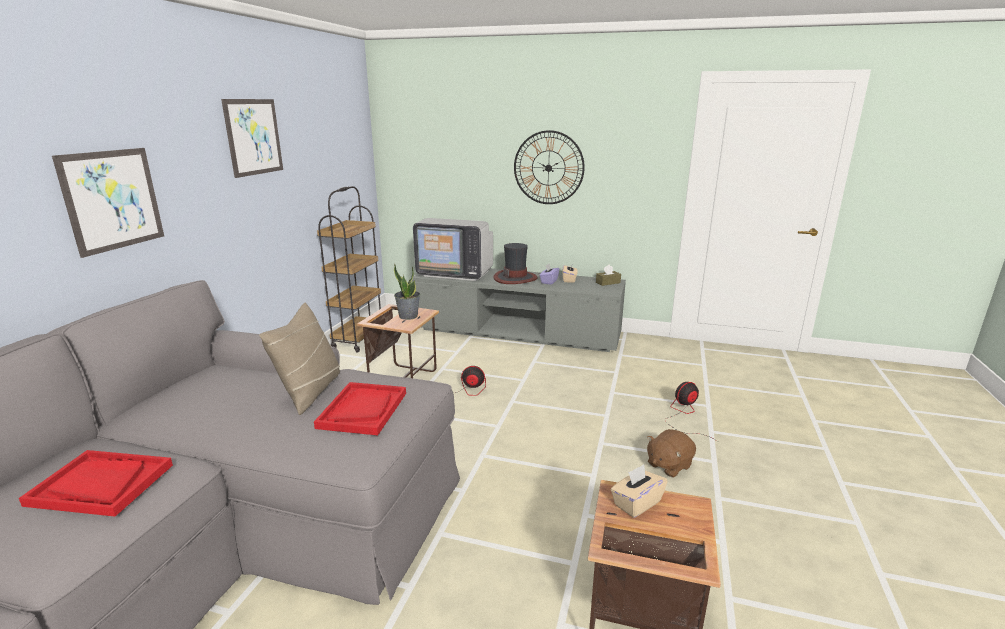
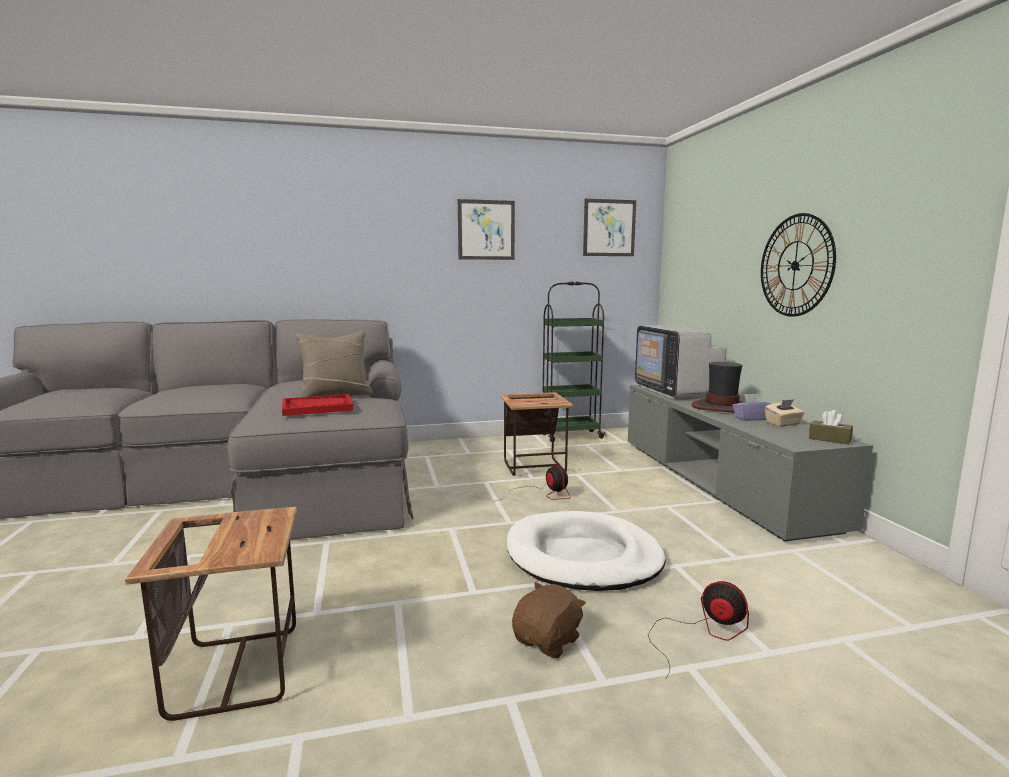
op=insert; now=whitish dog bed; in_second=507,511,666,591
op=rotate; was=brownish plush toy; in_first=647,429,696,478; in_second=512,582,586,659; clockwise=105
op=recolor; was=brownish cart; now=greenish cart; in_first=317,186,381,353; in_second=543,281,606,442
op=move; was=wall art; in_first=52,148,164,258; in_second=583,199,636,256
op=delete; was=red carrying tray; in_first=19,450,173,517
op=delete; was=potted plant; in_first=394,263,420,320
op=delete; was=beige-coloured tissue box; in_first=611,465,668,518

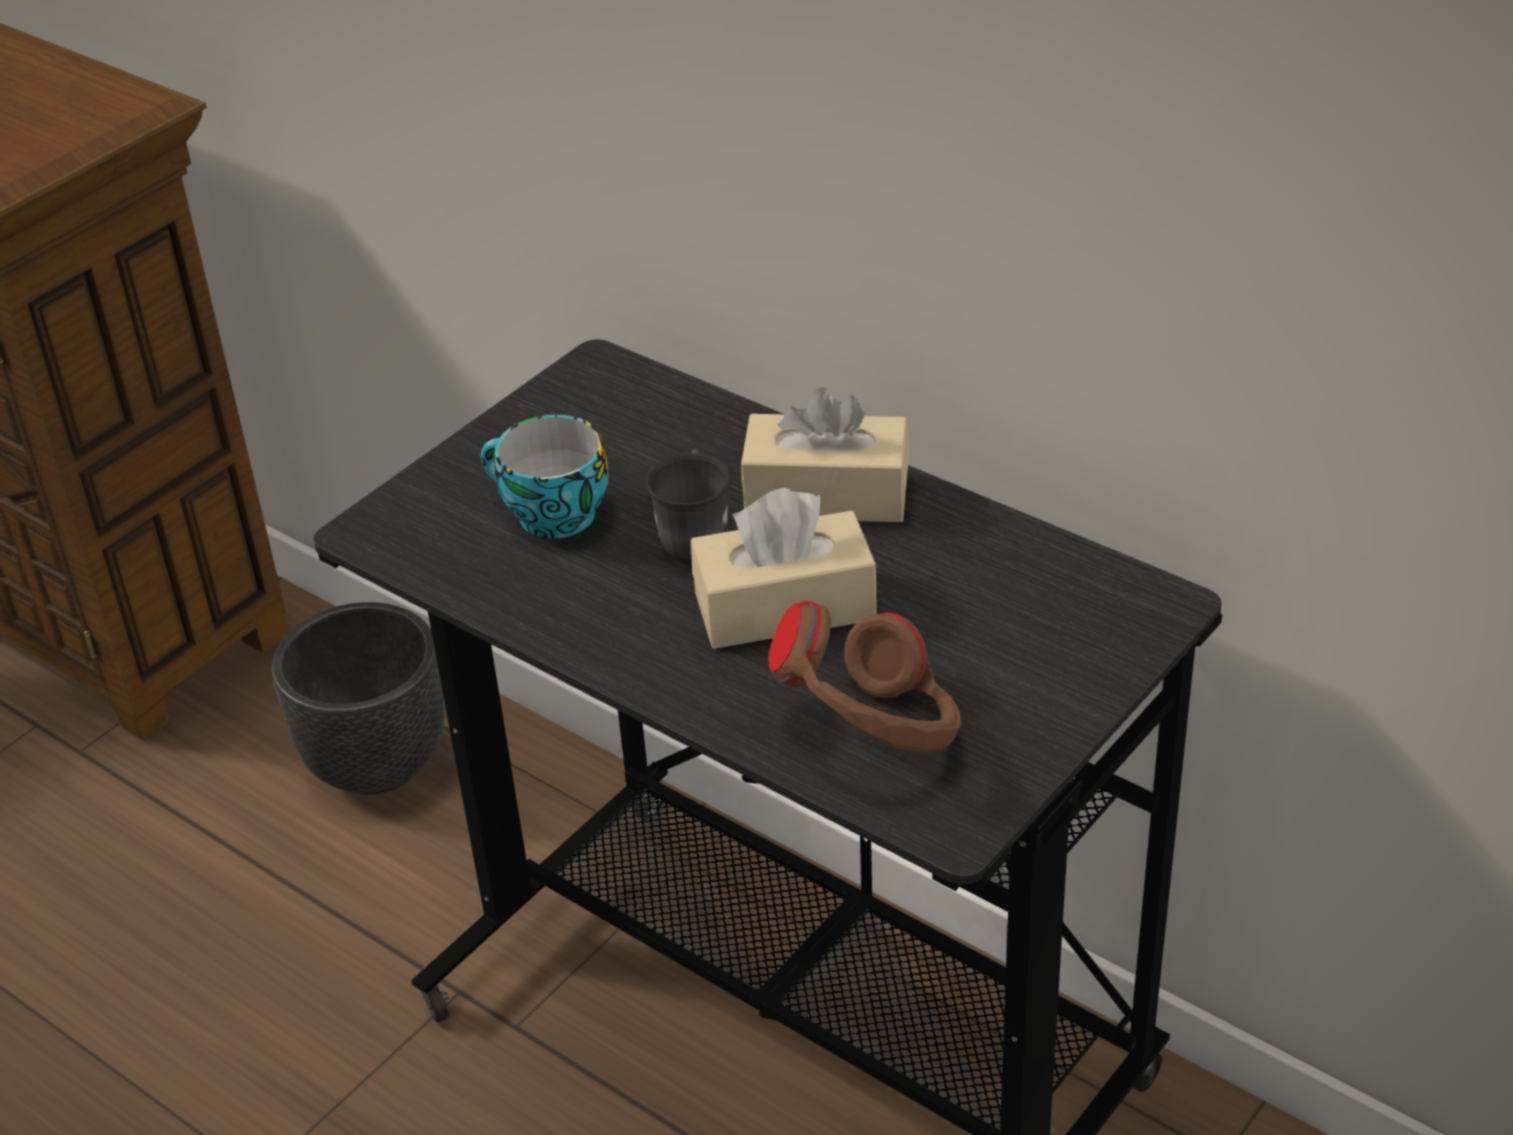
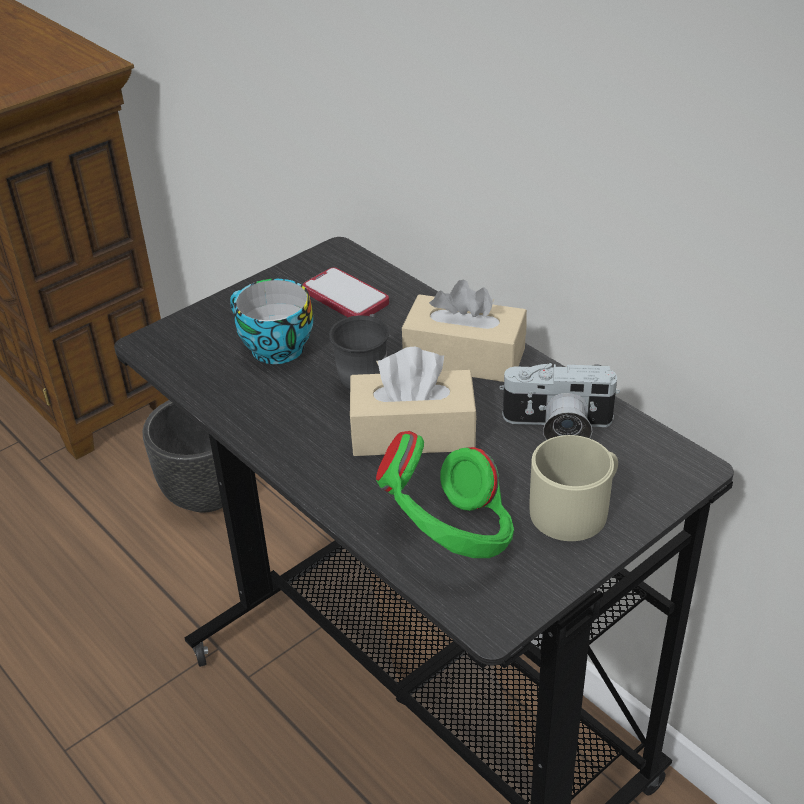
op=insert; now=telephone; in_second=303,267,389,317
op=recolor; was=brownish headphones; now=greenish headphones; in_first=768,600,962,753; in_second=376,431,514,558
op=insert; now=photo camera; in_second=499,363,620,440
op=insert; now=beige-coloured mug; in_second=529,435,618,541

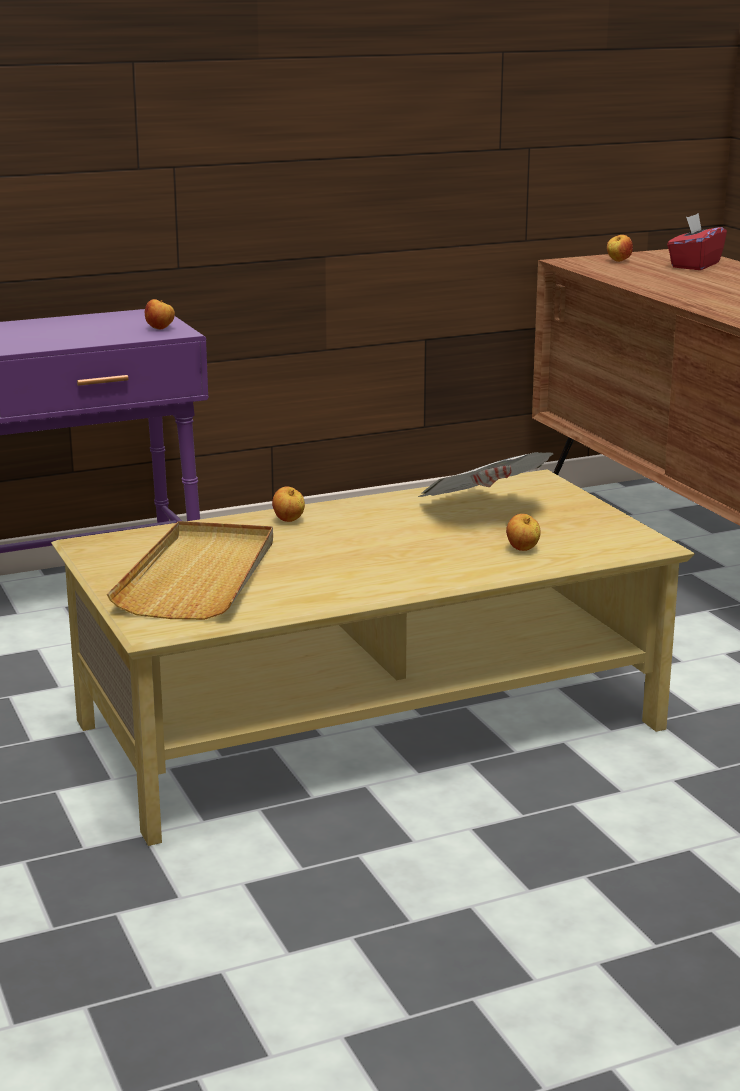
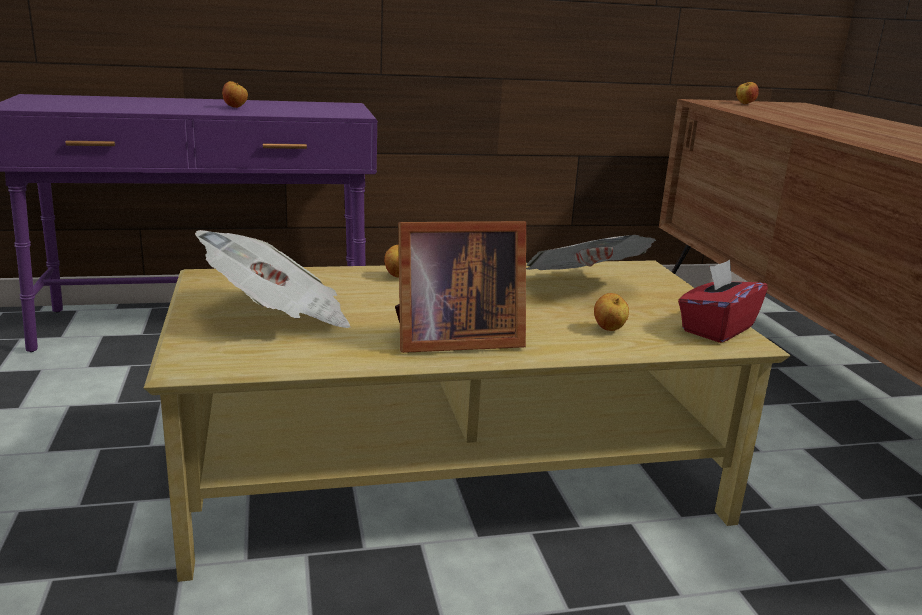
op=replace; was=beige-coloured carrying tray; now=printed paper; in_first=107,521,273,620; in_second=195,230,351,328
op=move; was=apple fruit; in_first=145,299,175,330; in_second=222,81,248,108
op=insert; now=standing frame; in_second=395,221,526,353
op=move; was=red tissue box; in_first=667,213,727,270; in_second=678,260,768,343

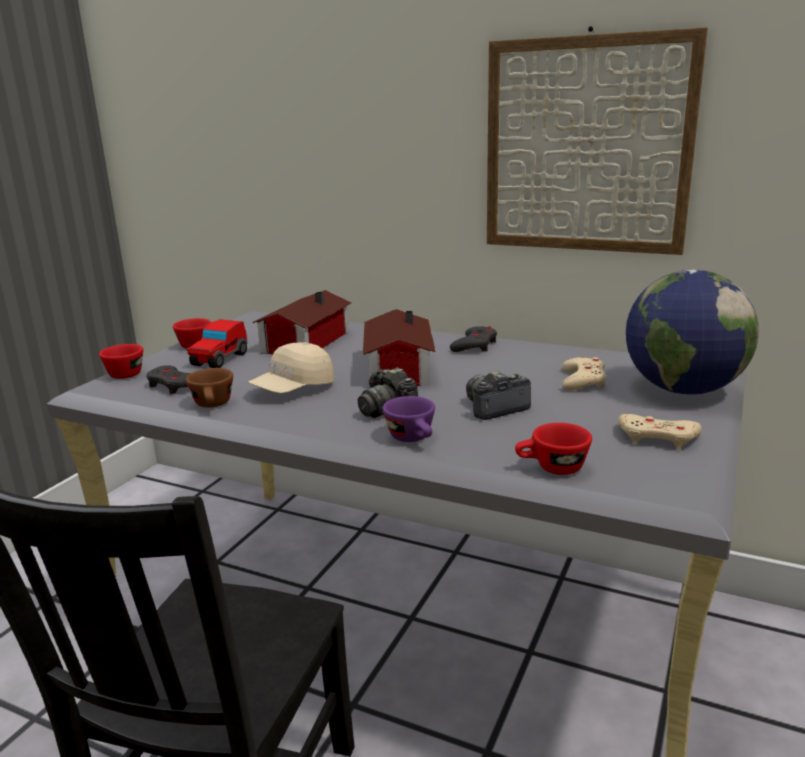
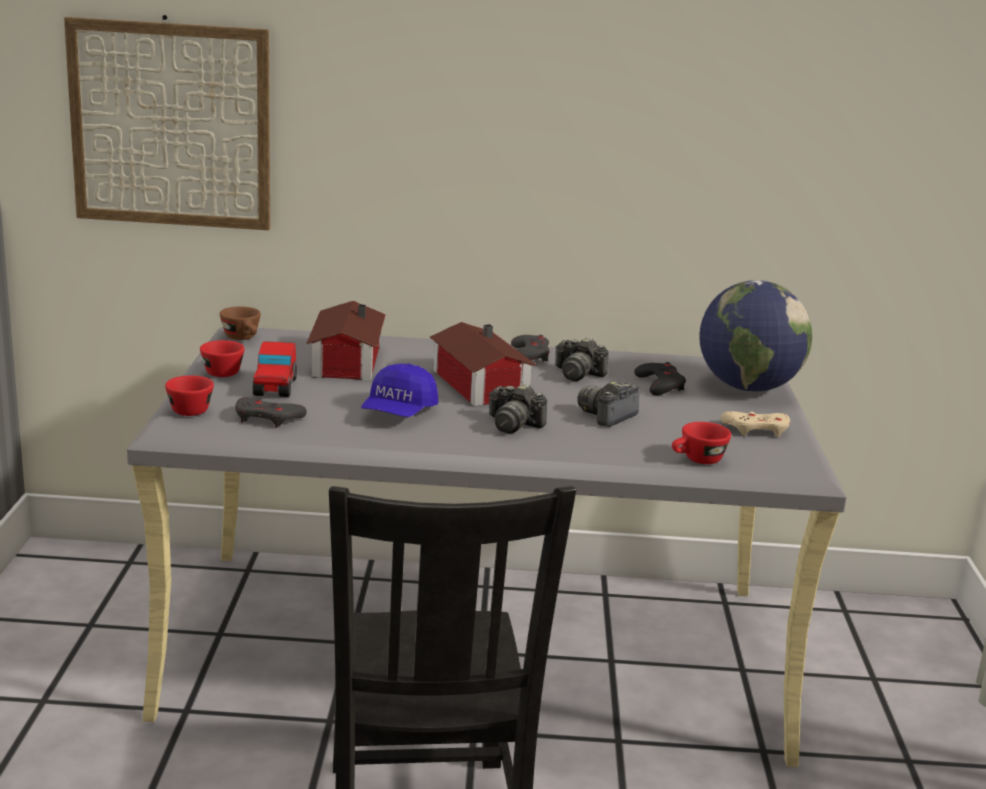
op=move; was=wall art; in_first=487,26,708,255; in_second=64,15,270,230
op=move; was=brownish small cup; in_first=186,368,233,408; in_second=220,306,261,340
op=recolor; was=beige-coloured baseball cap; now=blue baseball cap; in_first=248,342,334,393; in_second=361,363,438,417
op=insert; now=photo camera; in_second=555,337,608,381
op=recolor; was=beige-coloured joypad; now=black joypad; in_first=562,357,607,391; in_second=634,362,686,395
op=delete; was=purplish small cup; in_first=383,396,435,442

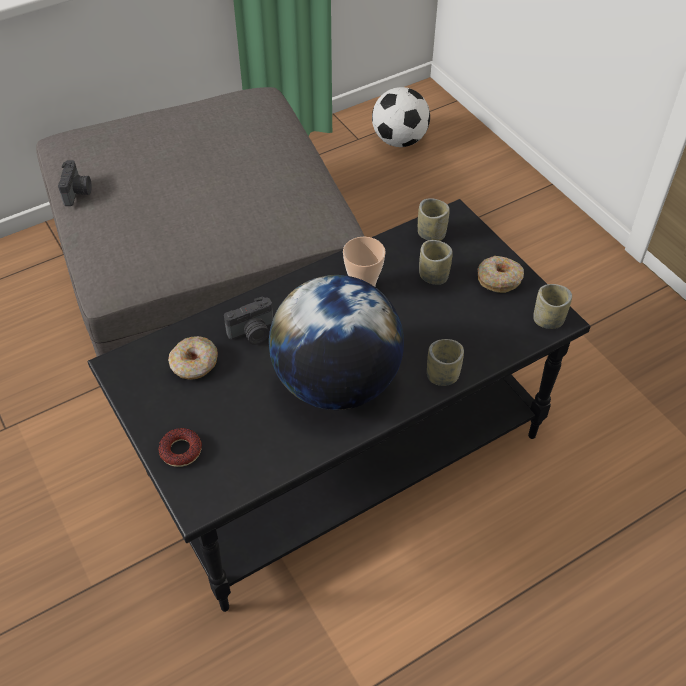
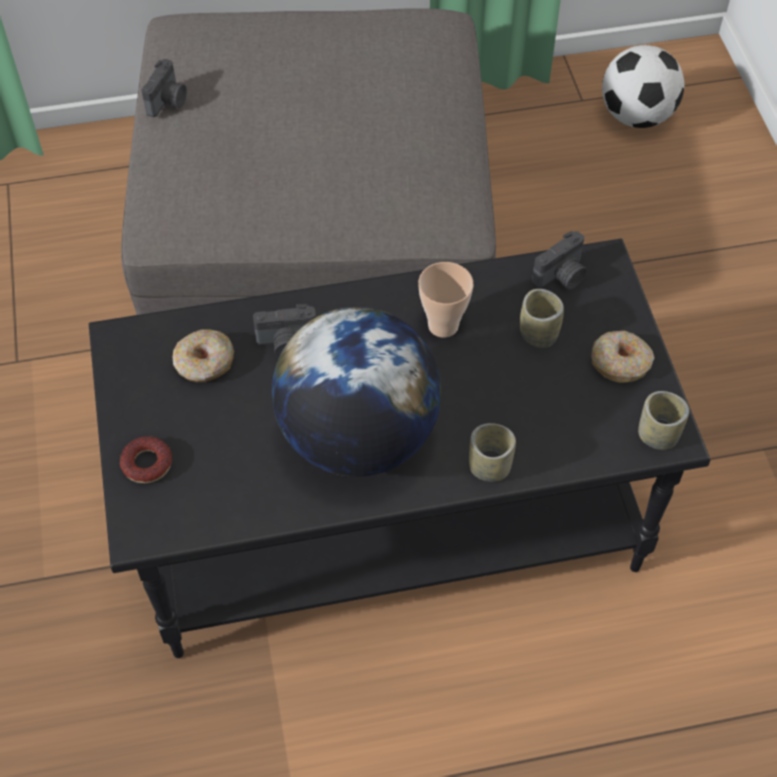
op=replace; was=small cup; now=photo camera; in_first=418,198,450,241; in_second=532,231,587,290

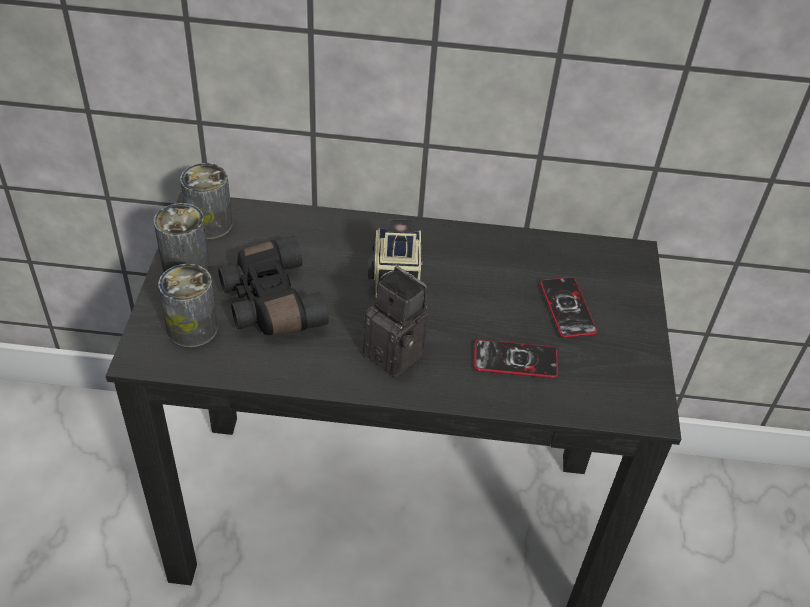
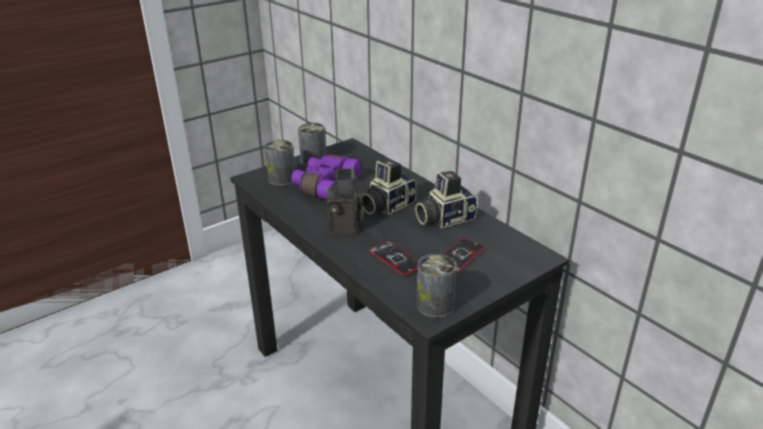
op=recolor; was=black pair of binoculars; now=purplish pair of binoculars; in_first=218,236,329,335; in_second=291,155,361,200
op=insert; now=photo camera; in_second=415,171,477,228
op=move; was=can; in_first=180,163,233,239; in_second=417,254,457,318

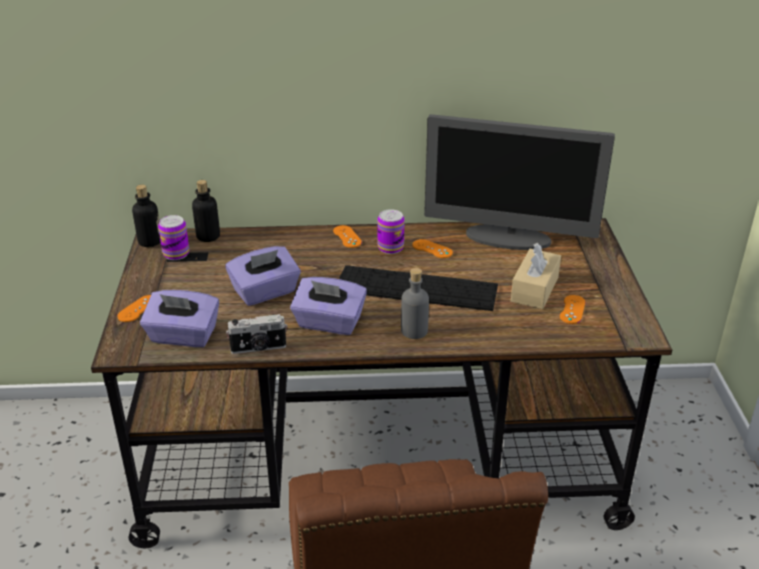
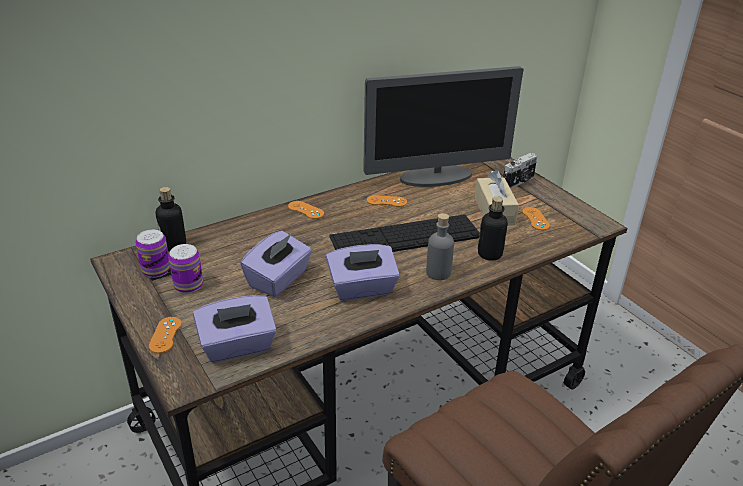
op=move; was=can; in_first=378,209,405,254; in_second=168,244,203,293
op=move; was=bottle; in_first=132,185,161,247; in_second=478,197,508,261
op=move; was=photo camera; in_first=226,314,287,354; in_second=503,153,537,189

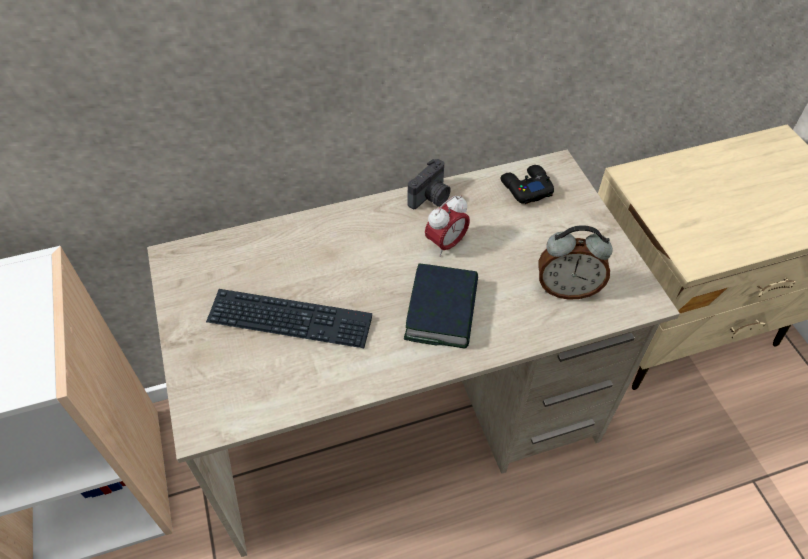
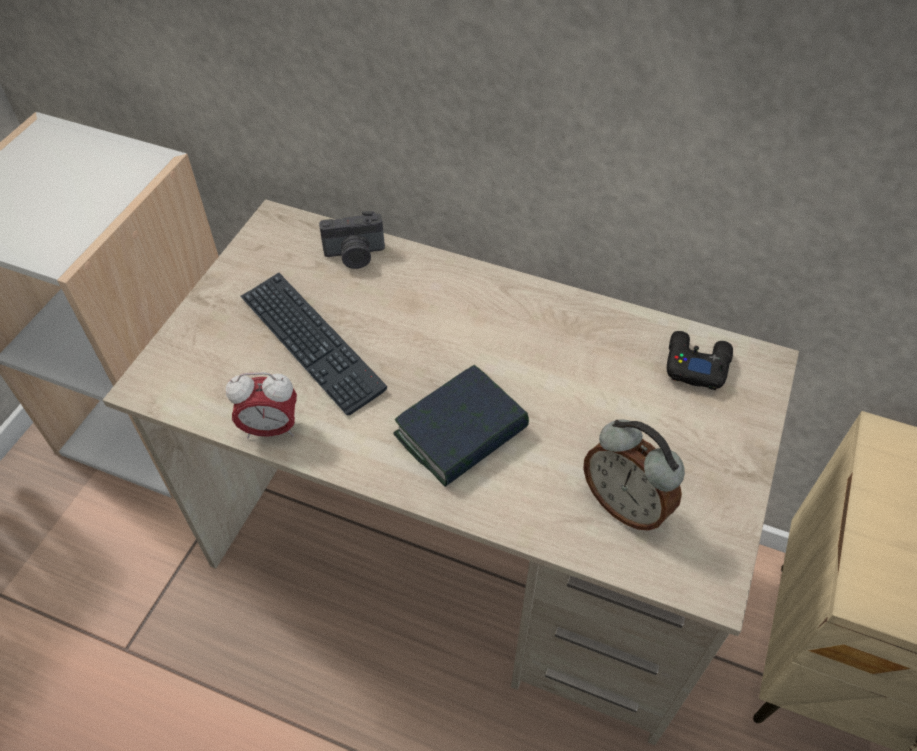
op=move; was=bedside clock; in_first=425,195,470,257; in_second=226,372,297,439
op=move; was=photo camera; in_first=407,159,451,209; in_second=319,211,385,269

